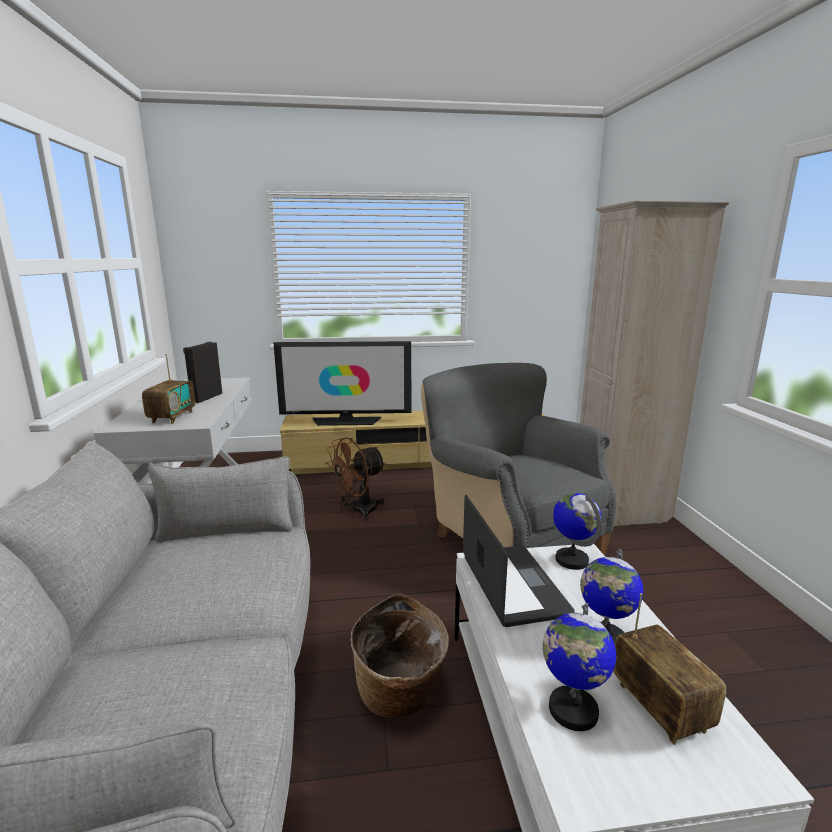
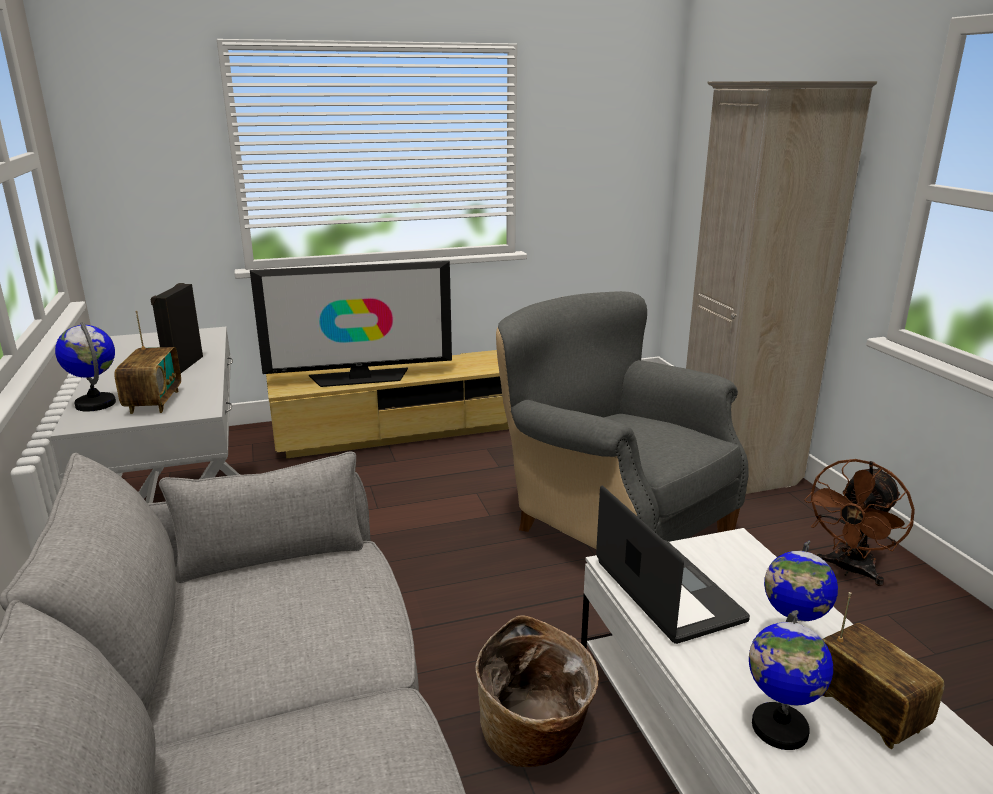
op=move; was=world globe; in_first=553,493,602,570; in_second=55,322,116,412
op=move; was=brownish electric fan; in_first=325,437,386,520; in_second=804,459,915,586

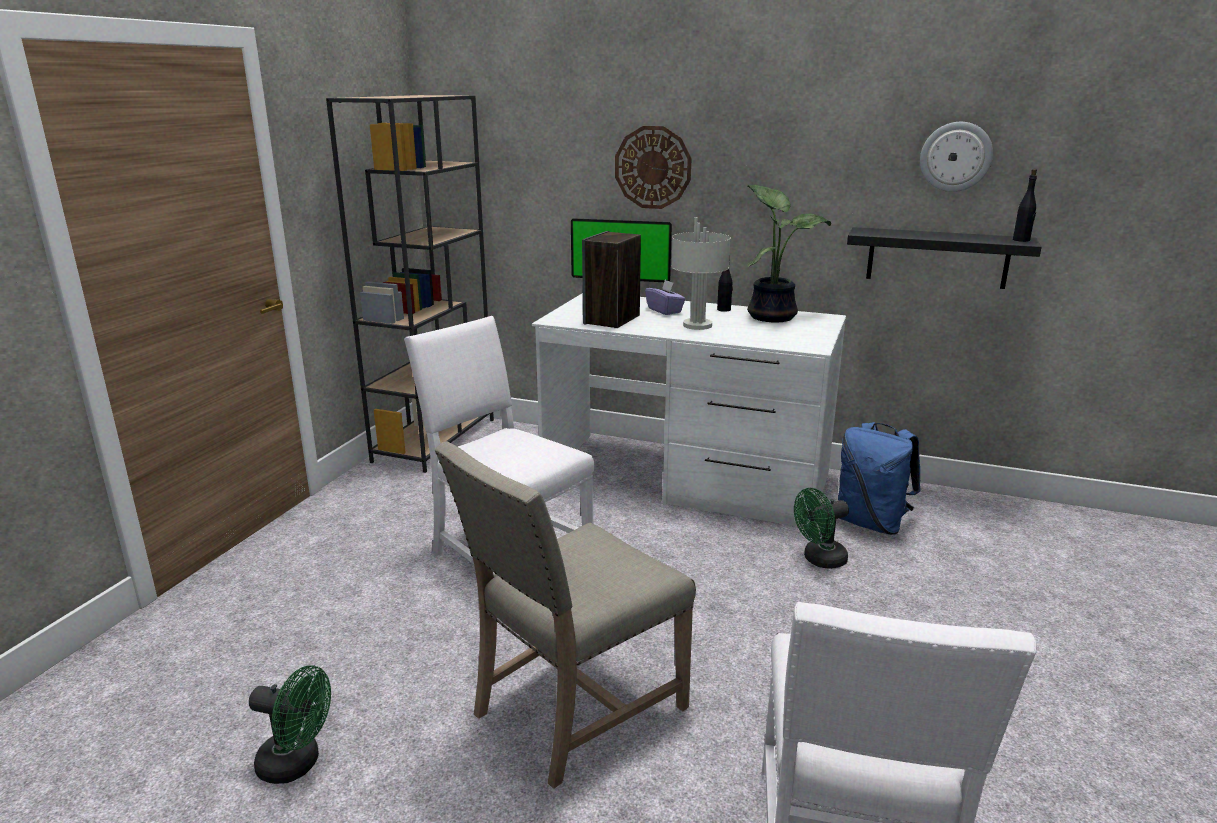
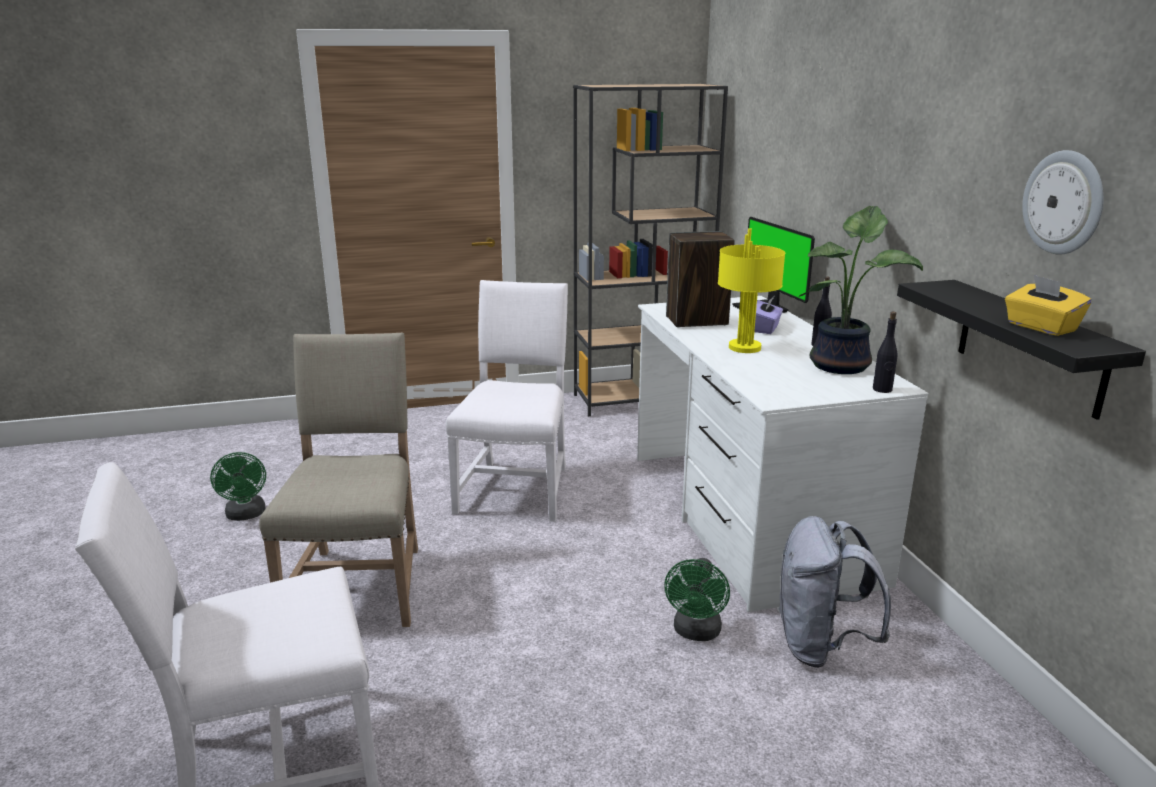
op=rotate; was=beige-coloured plain chair; in_first=435,441,696,789; in_second=259,333,418,627; clockwise=75
op=rotate; was=greenish electric fan; in_first=794,488,849,569; in_second=664,558,730,641; clockwise=-105
op=recolor; was=gray tabletop lamp; now=yellow-coloured tabletop lamp; in_first=671,217,731,330; in_second=718,228,785,353
op=recolor; was=blue rucksack; now=gray rucksack; in_first=838,422,921,535; in_second=777,516,891,668
op=move; was=black bottle; in_first=1013,169,1037,242; in_second=873,312,898,393
op=insert; now=yellow-coloured tissue box; in_second=1005,275,1091,336
op=delete; was=clock on the wall; in_first=615,126,692,209

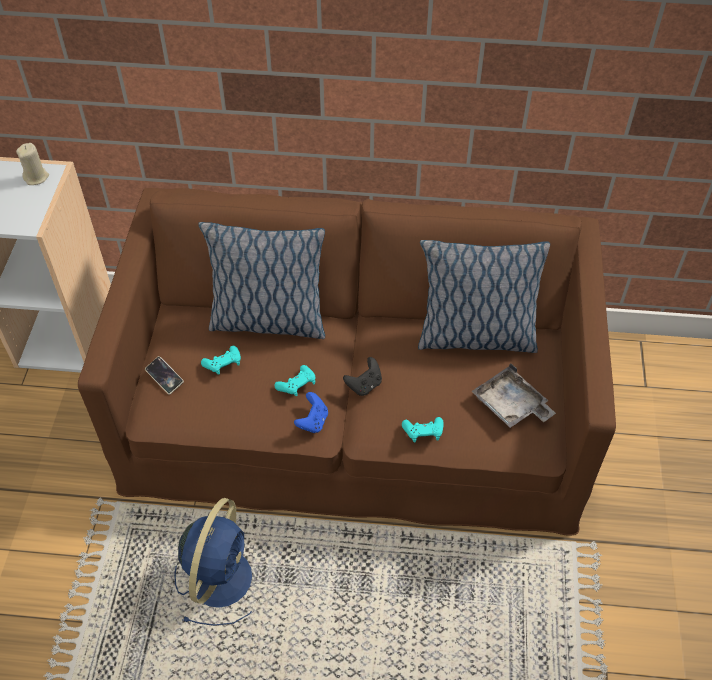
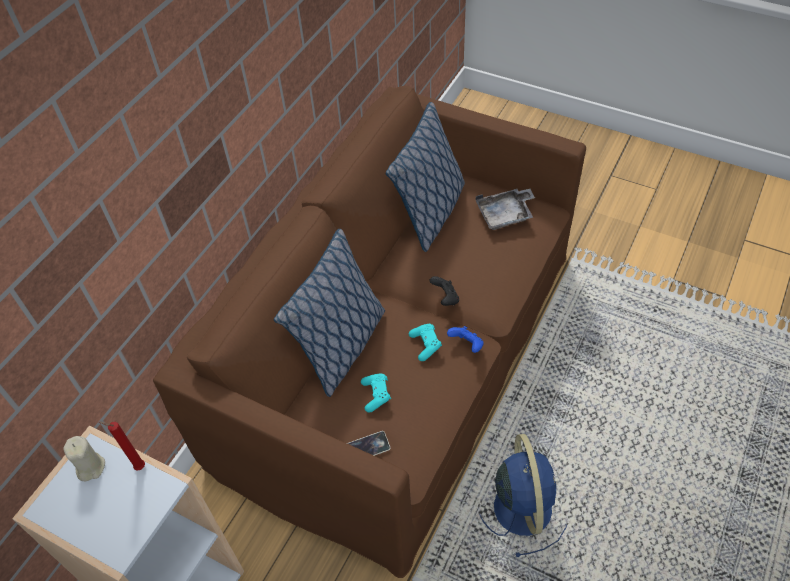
op=insert; now=red wax light; in_second=99,422,145,471
op=rotate; was=blue electric fan; in_first=174,498,252,626; in_second=479,434,567,557; clockwise=45
op=delete; was=turquoise-coloured joypad; in_first=402,417,443,443

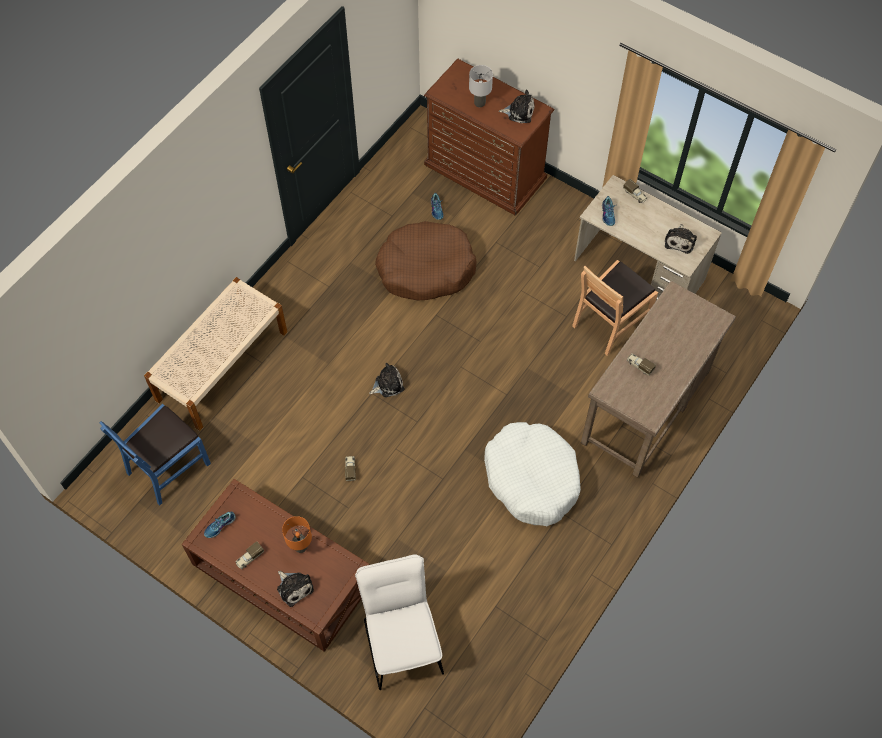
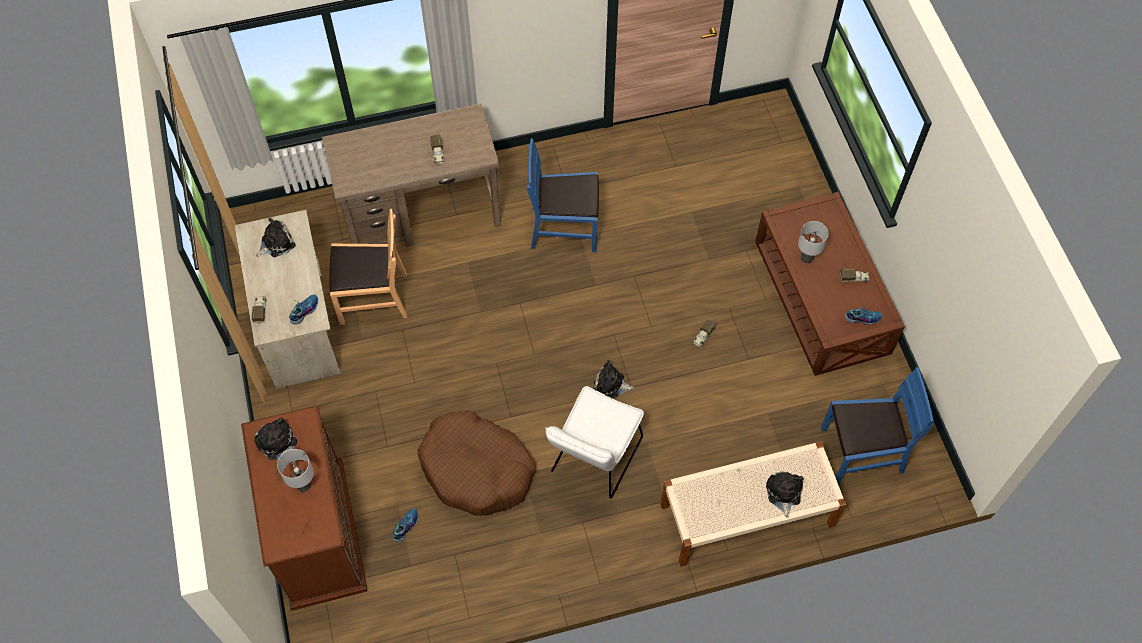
op=replace; was=whitish dog bed; now=blue plain chair; in_first=484,422,581,526; in_second=527,138,599,252
op=move; was=whitish plain chair; in_first=355,554,444,690; in_second=545,386,644,499
op=move; was=plush toy; in_first=277,571,314,607; in_second=766,472,804,518
op=recolor; was=orangey tabletop lamp; now=whitish tabletop lamp; in_first=282,516,312,553; in_second=798,221,828,263

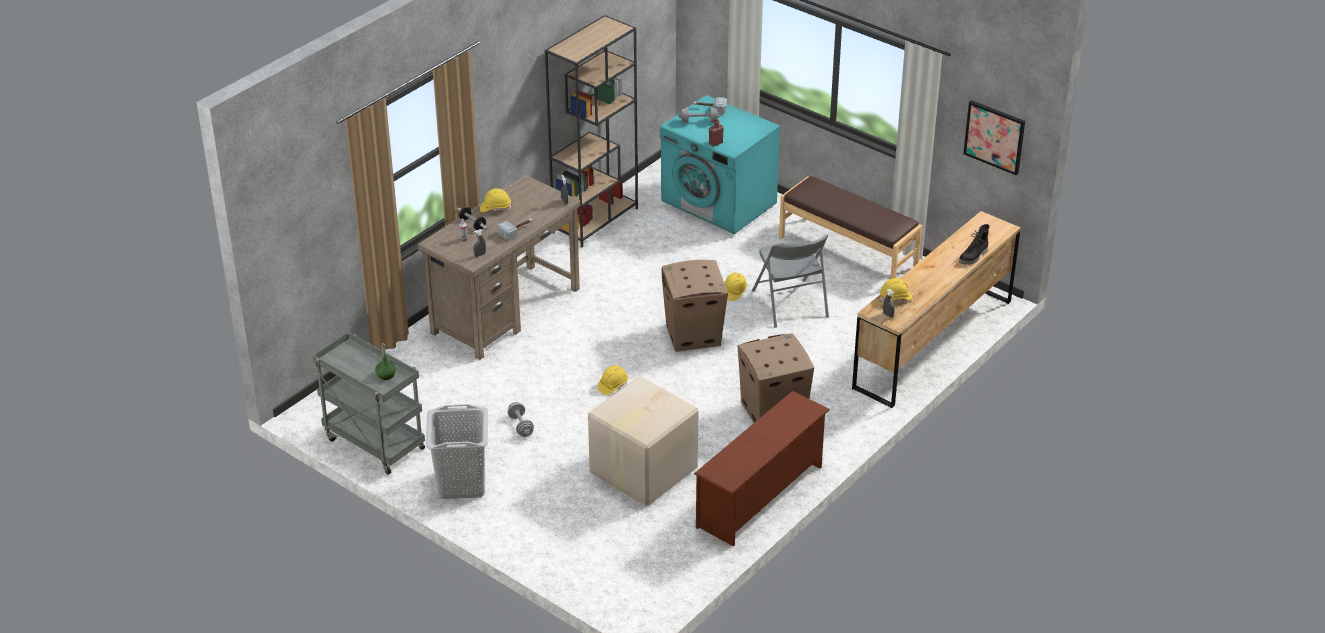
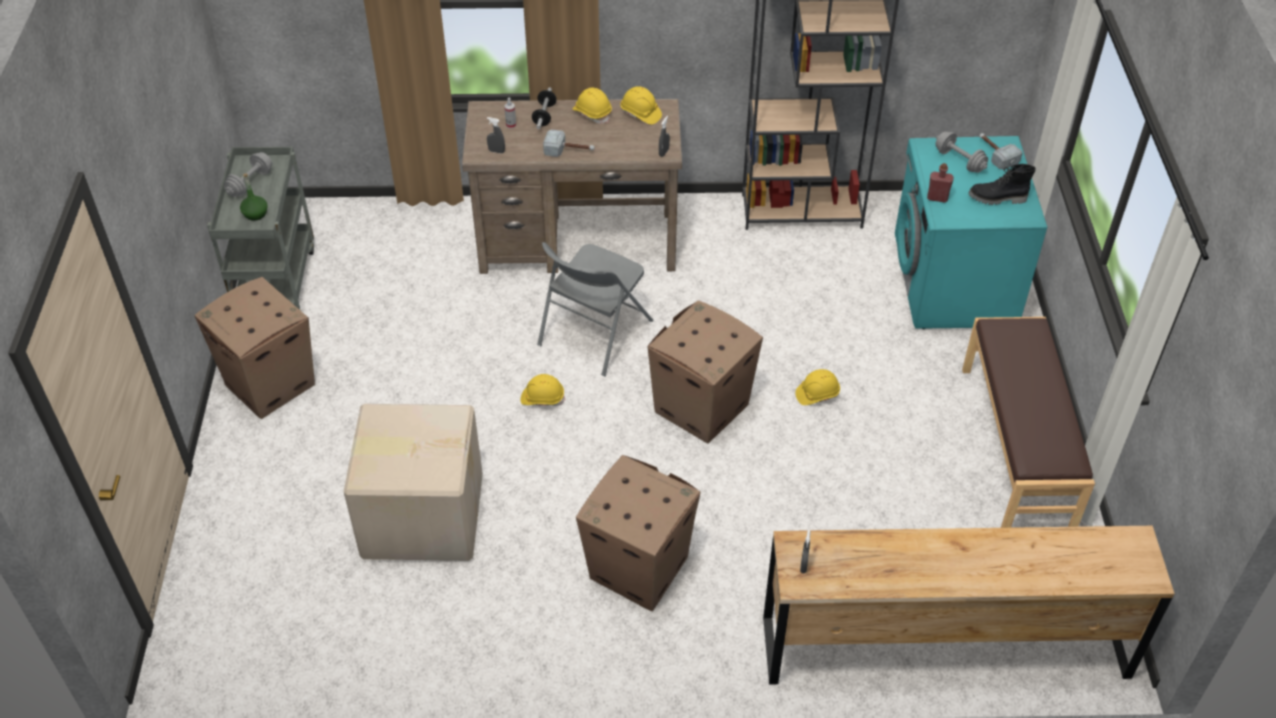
op=replace; was=gray laundry basket; now=packing box; in_first=426,404,488,499; in_second=195,277,315,419
op=move; was=gray hand weight; in_first=508,402,534,437; in_second=224,152,272,197
op=move; was=gray plain chair; in_first=752,235,829,328; in_second=537,242,654,377
op=move; was=yellow-coloured hard hat; in_first=880,278,912,302; in_second=621,87,662,125
op=move; was=black boot; in_first=959,224,990,265; in_second=968,164,1036,205
op=delete; was=brownish shoe shelf; in_first=694,391,830,546
op=delete; was=wall art; in_first=963,100,1025,175

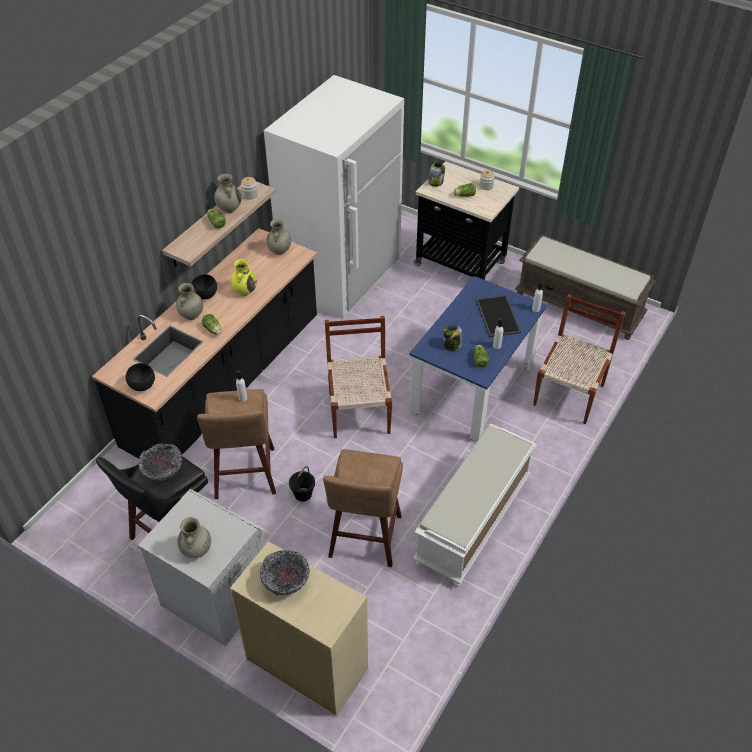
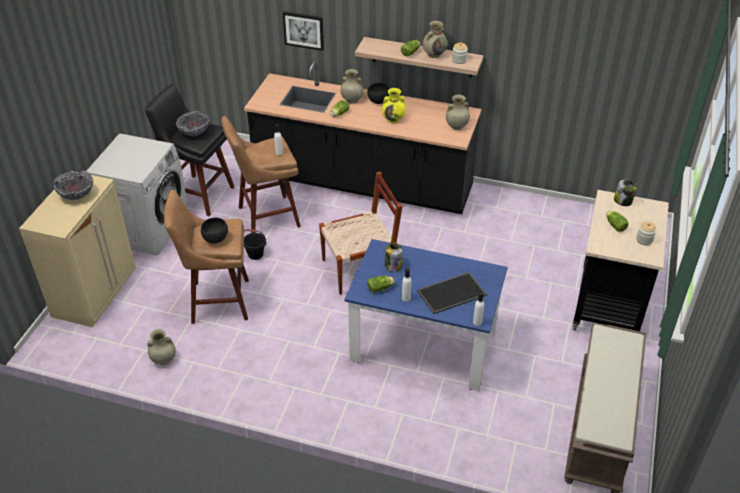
op=move; was=beige-coloured flower vase; in_first=177,517,211,558; in_second=147,329,176,365
op=move; was=black deep dish; in_first=126,363,155,391; in_second=201,217,228,243
op=insert; now=wall art; in_second=283,11,324,51
op=delete; was=whitish fridge; in_first=264,75,404,319
op=delete; was=whitish long seat; in_first=413,423,536,586
op=delete; was=plain chair; in_first=533,294,625,424

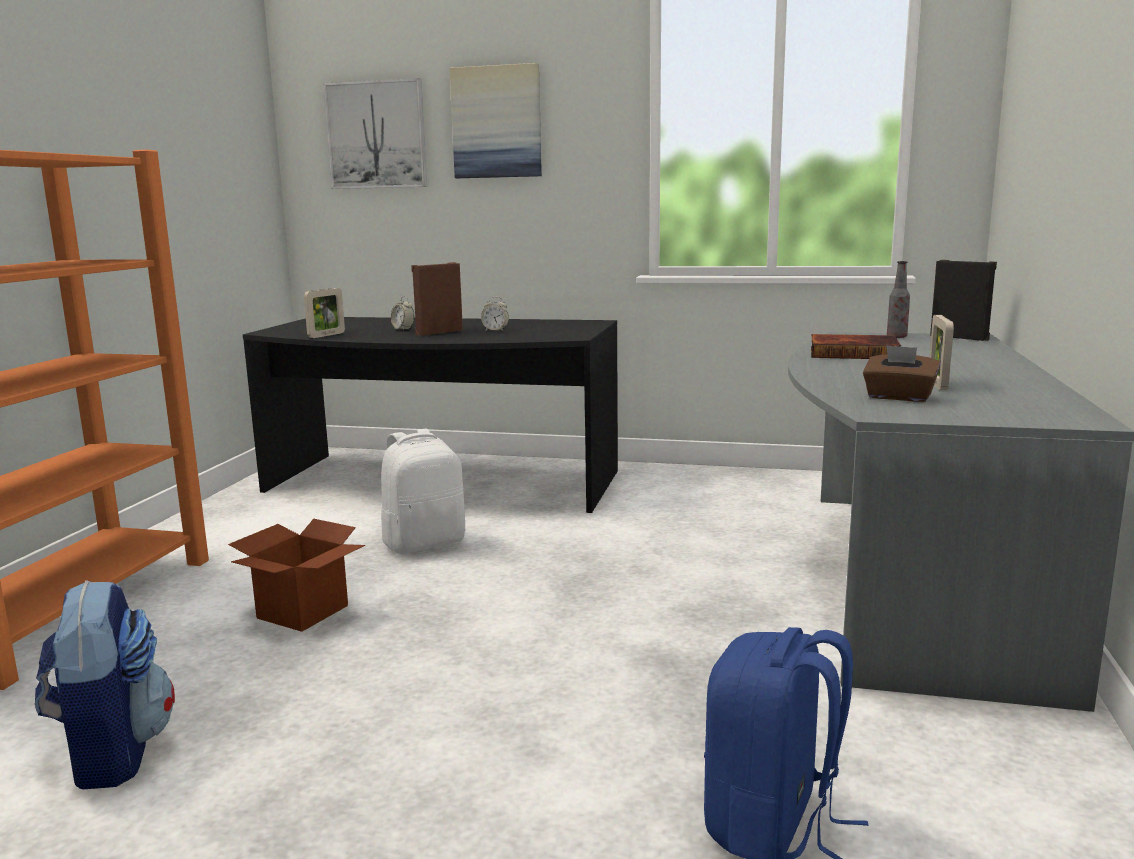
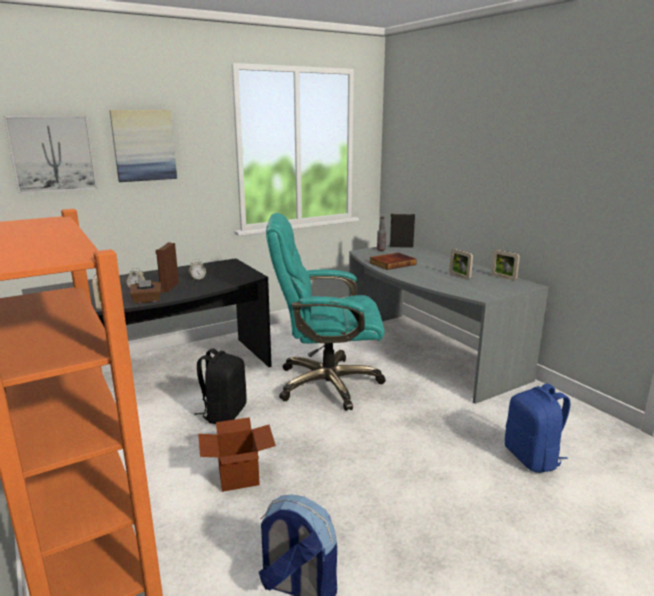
op=move; was=brownish tissue box; in_first=863,345,941,402; in_second=130,280,161,304
op=recolor; was=whitish rucksack; now=black rucksack; in_first=381,428,465,554; in_second=194,349,247,424
op=insert; now=turquoise-coloured office chair; in_second=266,213,386,411
op=insert; now=standing frame; in_second=491,250,520,281

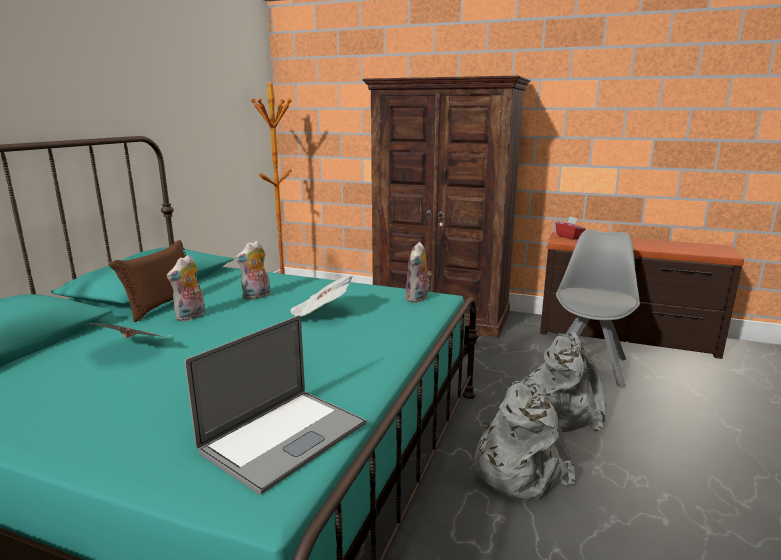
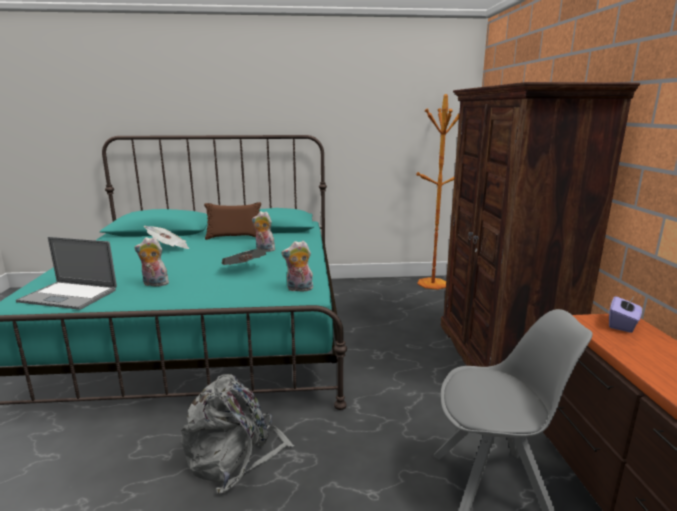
op=move; was=plush toy; in_first=167,255,205,322; in_second=135,237,169,286
op=recolor; was=red tissue box; now=purplish tissue box; in_first=555,216,586,240; in_second=609,295,642,333
op=delete; was=gray rucksack; in_first=526,332,606,432

